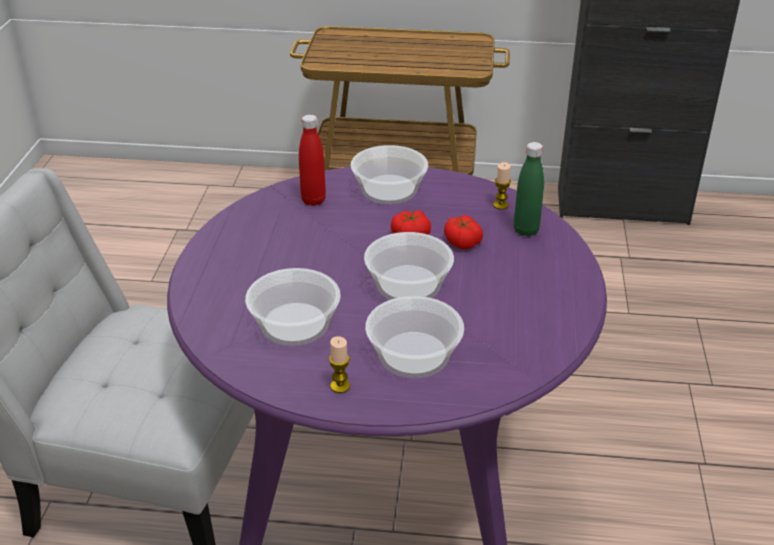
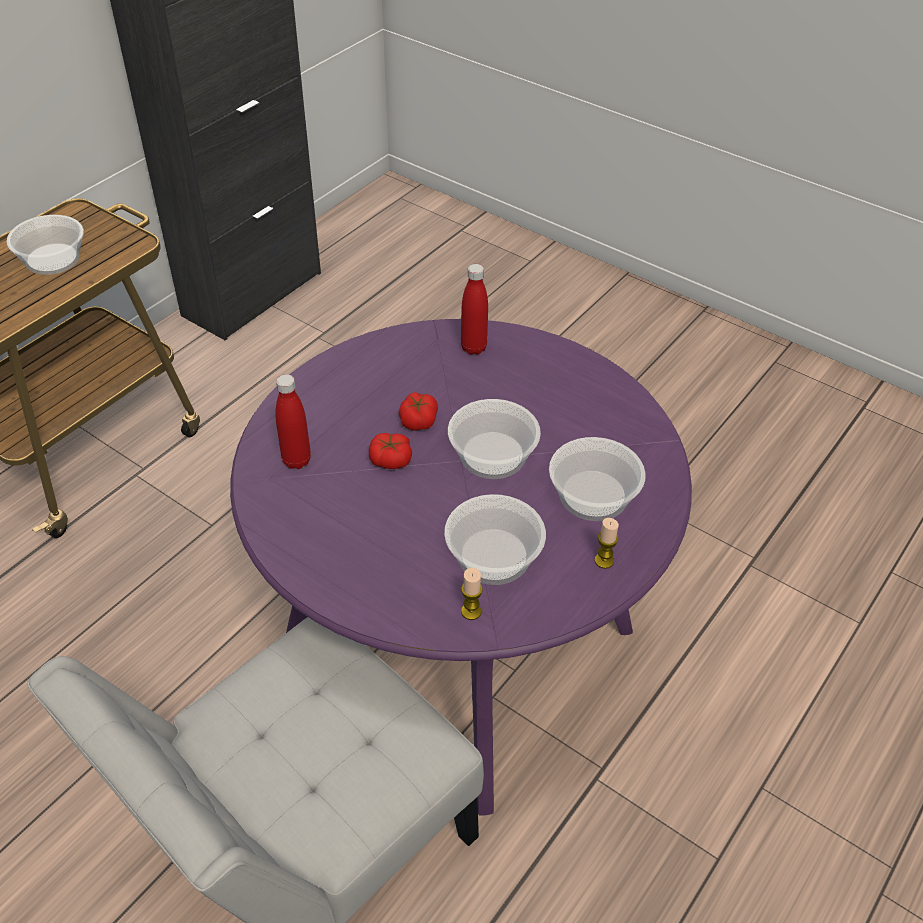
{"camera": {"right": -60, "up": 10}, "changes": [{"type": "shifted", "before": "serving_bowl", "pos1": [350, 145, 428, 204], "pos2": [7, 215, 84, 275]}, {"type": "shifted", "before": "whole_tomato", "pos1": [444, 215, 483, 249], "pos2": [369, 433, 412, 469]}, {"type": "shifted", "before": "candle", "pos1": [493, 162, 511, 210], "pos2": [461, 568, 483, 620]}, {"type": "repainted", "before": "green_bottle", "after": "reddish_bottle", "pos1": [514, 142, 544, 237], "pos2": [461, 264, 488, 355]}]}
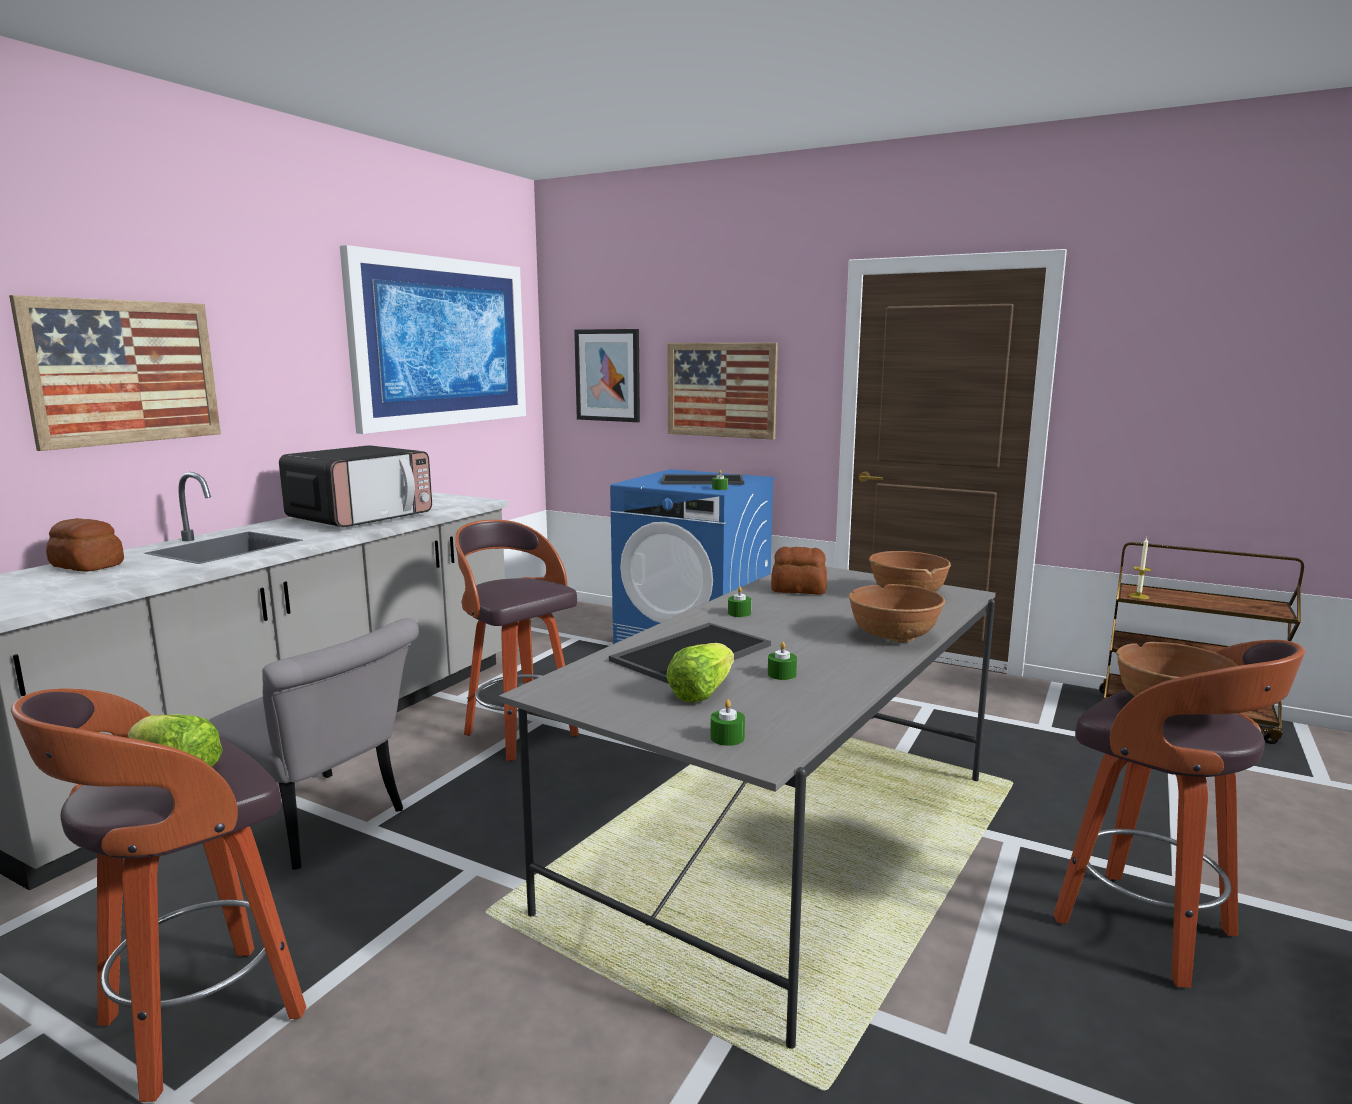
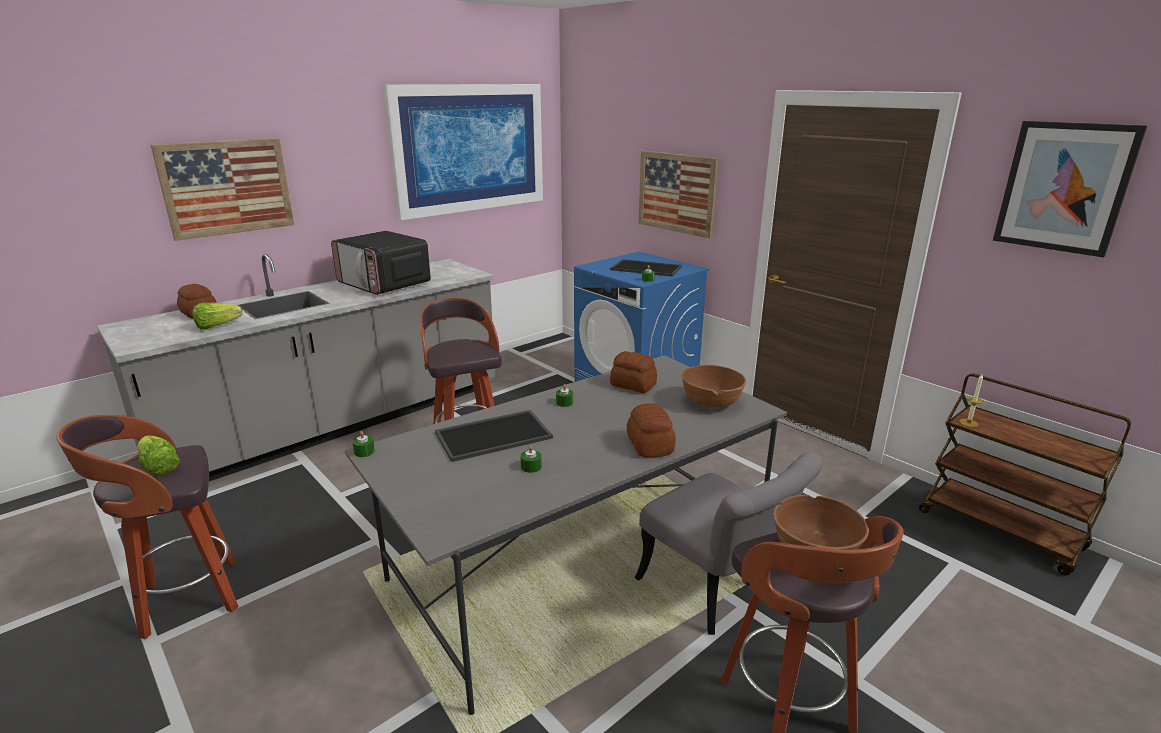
{"camera": {"right": 20, "up": 10}, "changes": [{"type": "shifted", "before": "grey_plain_chair", "pos1": [209, 618, 419, 870], "pos2": [635, 452, 822, 635]}, {"type": "rotated", "before": "kitchen_microwave", "pos1": [279, 445, 432, 527], "pos2": [331, 231, 431, 295], "turn": 75}, {"type": "shifted", "before": "wall_picture", "pos1": [574, 329, 640, 422], "pos2": [993, 121, 1148, 258]}, {"type": "shifted", "before": "head_of_lettuce", "pos1": [666, 643, 734, 703], "pos2": [192, 303, 242, 329]}, {"type": "shifted", "before": "green_candle", "pos1": [710, 700, 745, 746], "pos2": [352, 431, 375, 457]}, {"type": "swapped", "before": "brownish_serving_bowl", "after": "baked_bread", "pos1": [849, 584, 945, 643], "pos2": [627, 403, 676, 458]}]}
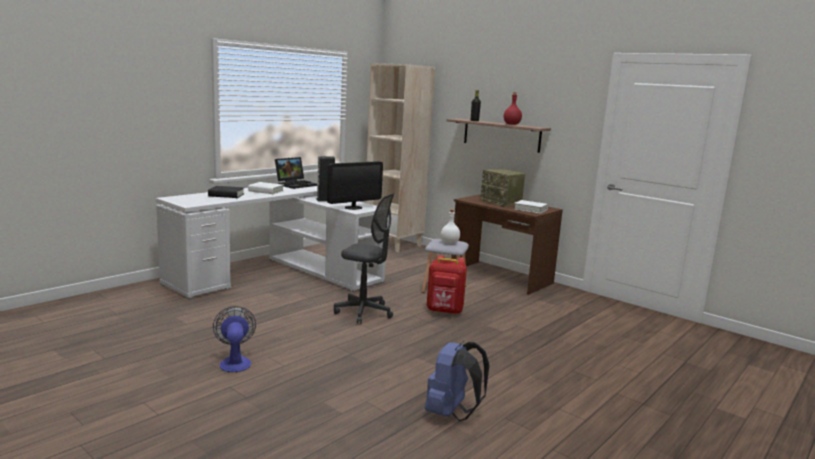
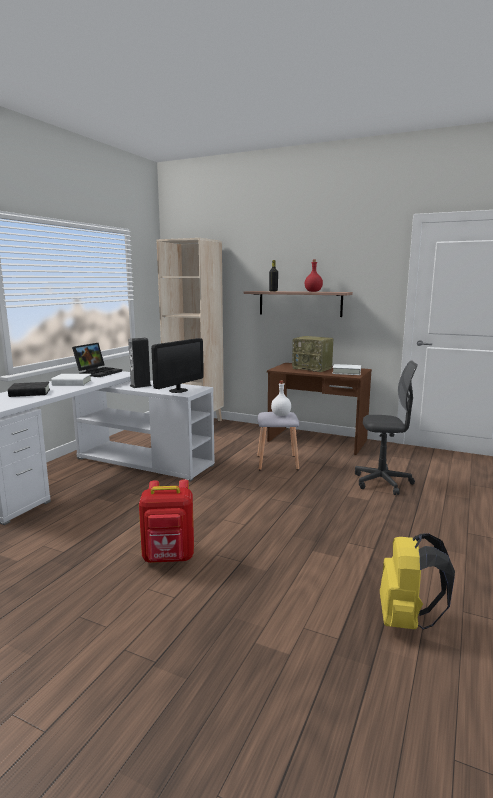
{"camera": {"right": -15, "up": 0}, "changes": [{"type": "gone", "before": "cooling_fan", "pos1": [213, 306, 256, 372]}, {"type": "shifted", "before": "grey_desk_chair", "pos1": [334, 193, 394, 324], "pos2": [355, 360, 418, 495]}, {"type": "repainted", "before": "blue-coloured_knapsack", "after": "yellow_knapsack", "pos1": [425, 341, 489, 421], "pos2": [380, 533, 455, 630]}, {"type": "shifted", "before": "reddish_knapsack", "pos1": [427, 255, 467, 314], "pos2": [139, 480, 194, 563]}]}
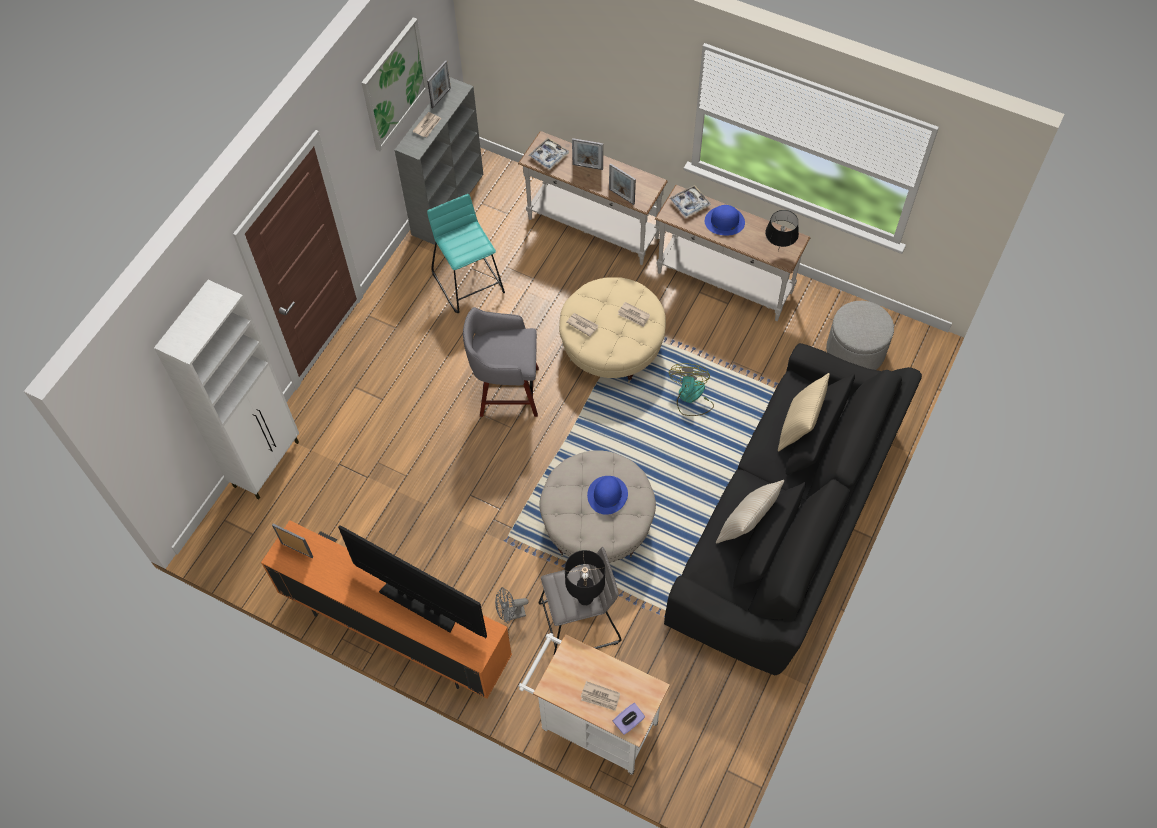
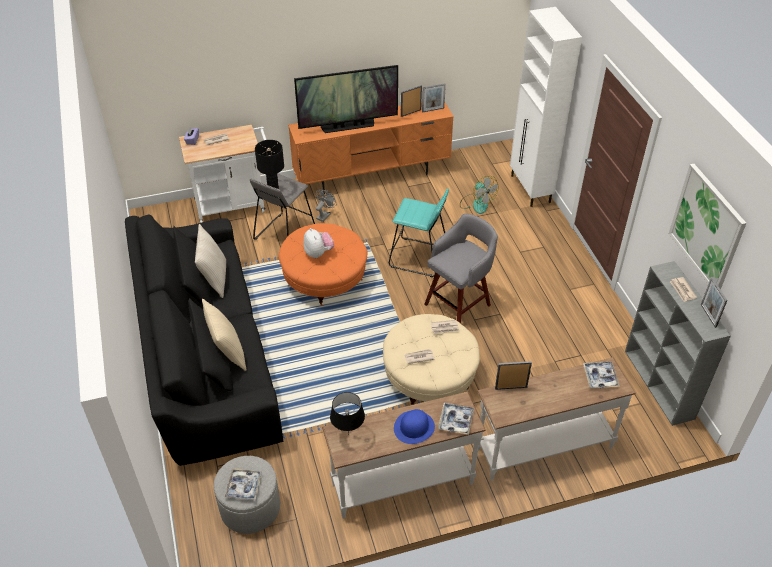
{"camera": {"right": 135, "up": -15}, "changes": [{"type": "shifted", "before": "turquoise-coloured_stool_seat", "pos1": [427, 194, 505, 313], "pos2": [389, 189, 449, 277]}, {"type": "repainted", "before": "sand-coloured_ottoman", "after": "orange-coloured_ottoman", "pos1": [540, 450, 656, 563], "pos2": [279, 223, 367, 306]}, {"type": "shifted", "before": "picture_frame", "pos1": [572, 138, 603, 170], "pos2": [401, 85, 422, 117]}, {"type": "swapped", "before": "blue-coloured_clothing_hat", "after": "plush_toy", "pos1": [587, 476, 628, 515], "pos2": [304, 228, 334, 258]}, {"type": "shifted", "before": "cooling_fan", "pos1": [669, 363, 714, 416], "pos2": [460, 176, 498, 214]}, {"type": "new", "after": "tray", "pos2": [225, 468, 262, 500]}]}
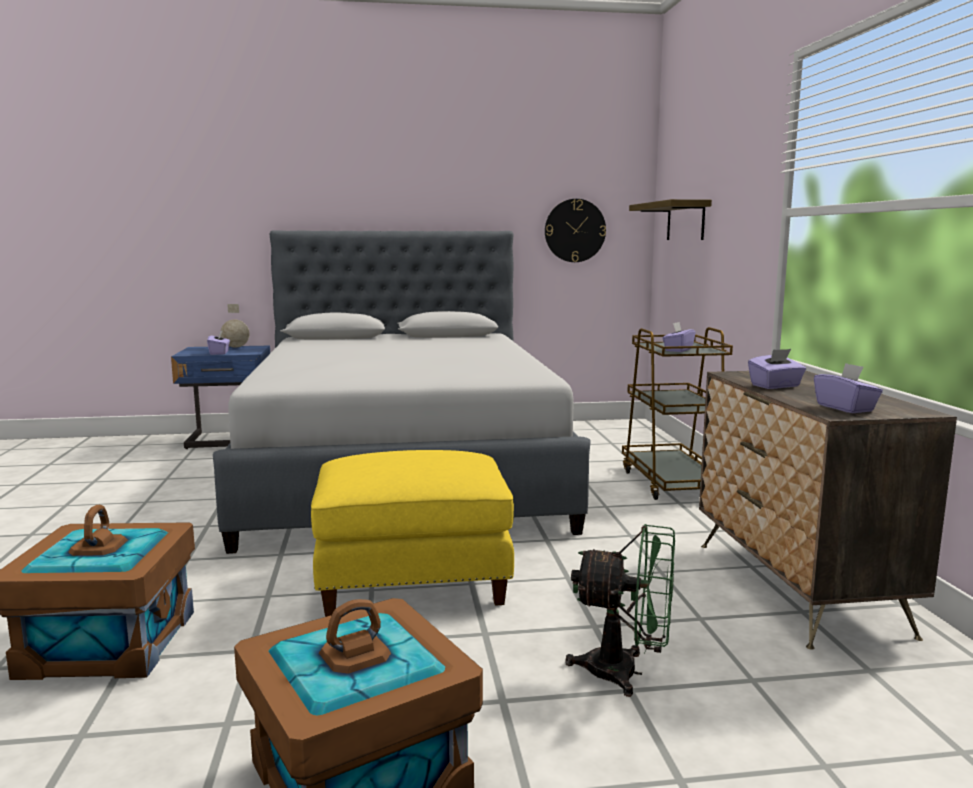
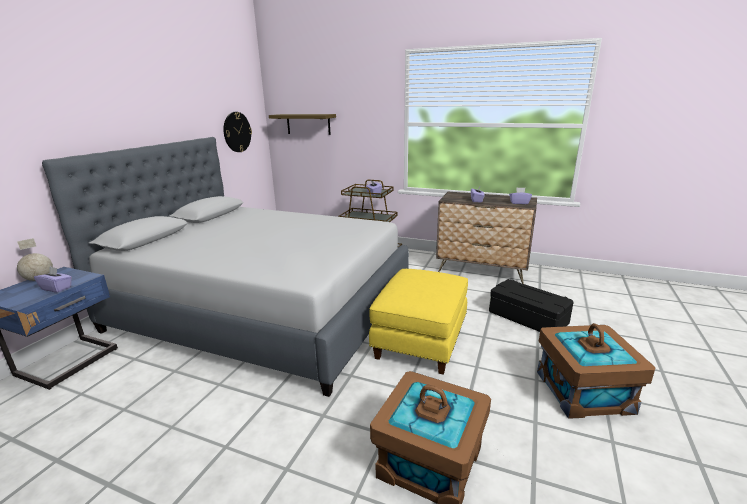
{"camera": {"right": -60, "up": 10}, "changes": [{"type": "swapped", "before": "green_cooling_fan", "after": "black-coloured_storage_bin", "pos1": [565, 524, 675, 697], "pos2": [489, 279, 574, 332]}]}
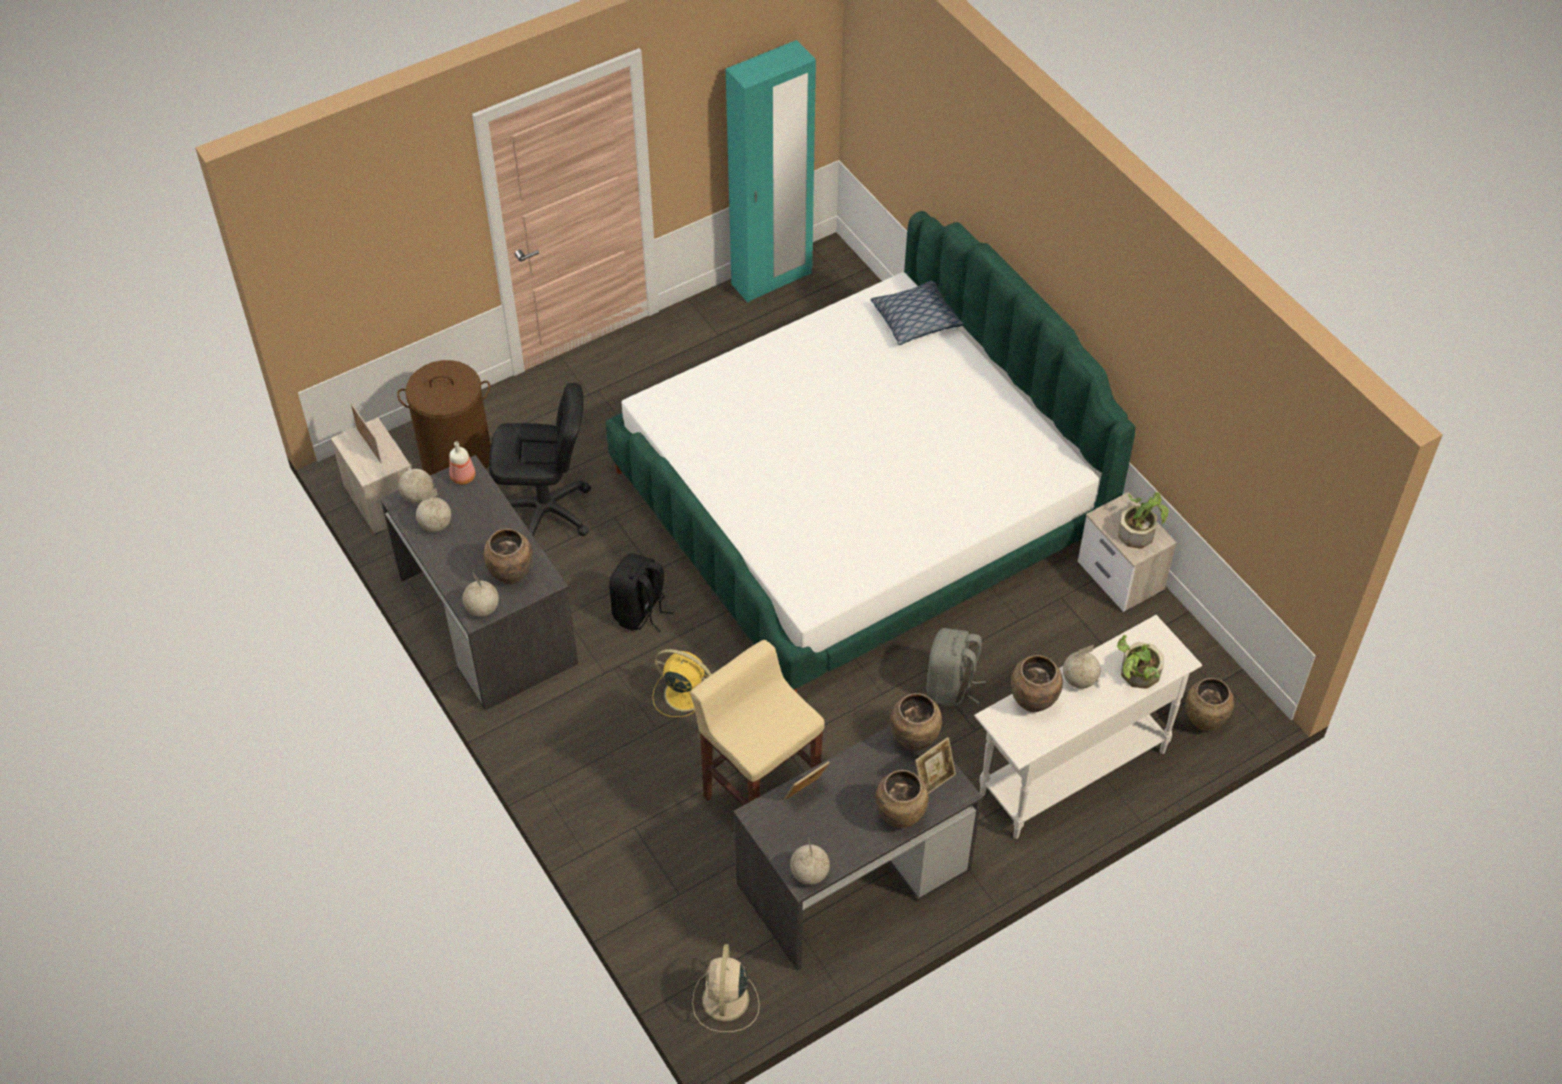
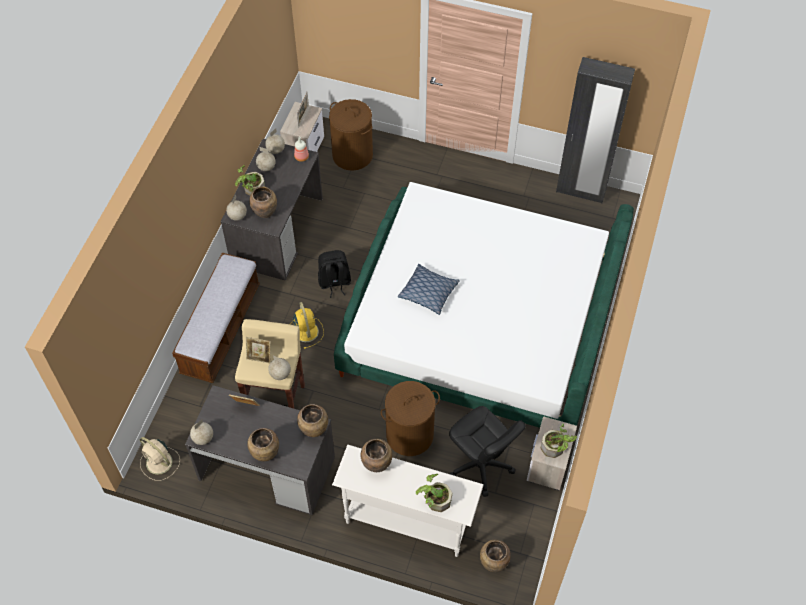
{"camera": {"right": 50, "up": 5}, "changes": [{"type": "shifted", "before": "black-coloured_desk_chair", "pos1": [489, 383, 591, 536], "pos2": [449, 406, 526, 497]}, {"type": "rotated", "before": "sand-coloured_cooling_fan", "pos1": [692, 944, 760, 1032], "pos2": [140, 437, 180, 481], "turn": -105}, {"type": "repainted", "before": "turquoise-coloured_armoire", "after": "black-coloured_armoire", "pos1": [726, 40, 816, 303], "pos2": [556, 57, 635, 203]}, {"type": "shifted", "before": "throw_pillow", "pos1": [870, 280, 964, 345], "pos2": [398, 264, 460, 315]}, {"type": "shifted", "before": "picture_frame", "pos1": [915, 737, 956, 794], "pos2": [246, 337, 271, 363]}, {"type": "swapped", "before": "grey_knapsack", "after": "brownish_hamper", "pos1": [926, 628, 986, 706], "pos2": [381, 381, 440, 456]}, {"type": "shifted", "before": "desk_globe", "pos1": [1063, 645, 1101, 689], "pos2": [268, 356, 291, 380]}, {"type": "new", "after": "indoor_bench", "pos2": [172, 253, 260, 383]}, {"type": "new", "after": "potted_plant", "pos2": [235, 165, 265, 195]}]}
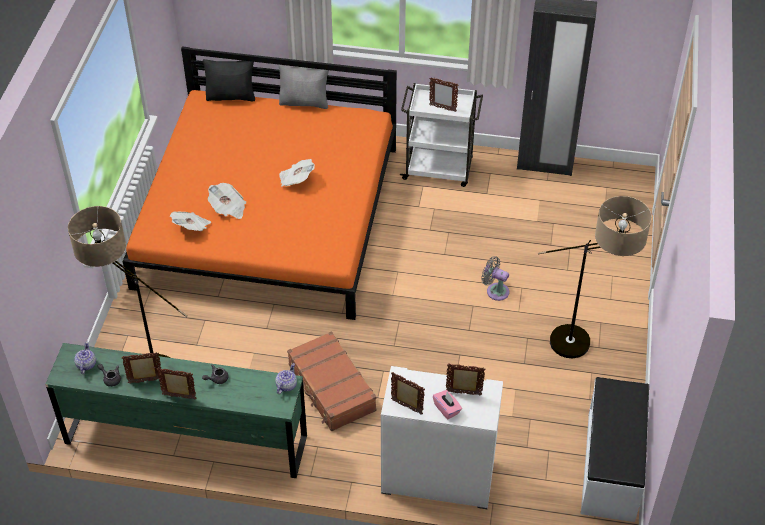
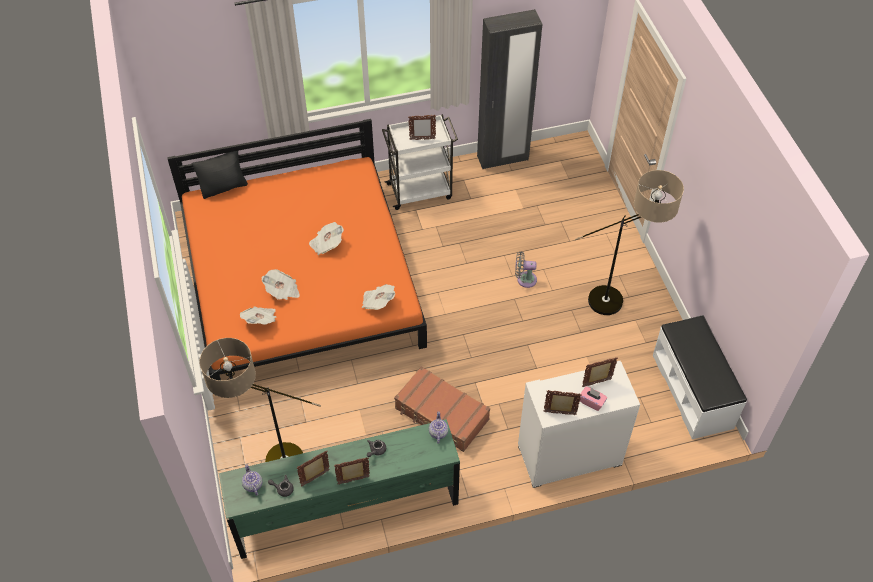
{"camera": {"right": -25, "up": 5}, "changes": [{"type": "gone", "before": "grey_throw_pillow", "pos1": [279, 65, 329, 109]}, {"type": "new", "after": "daily_paper", "pos2": [362, 284, 395, 310]}]}
